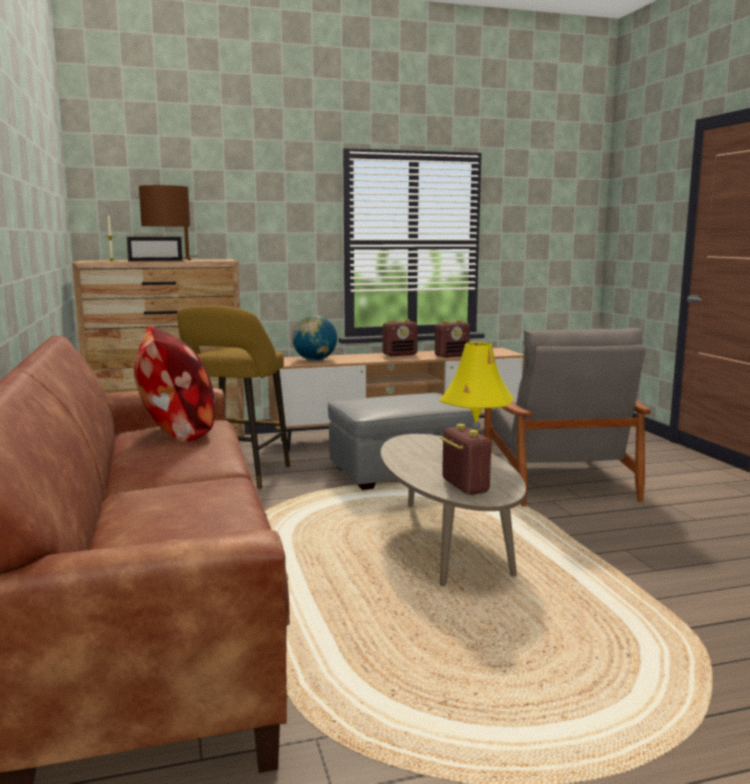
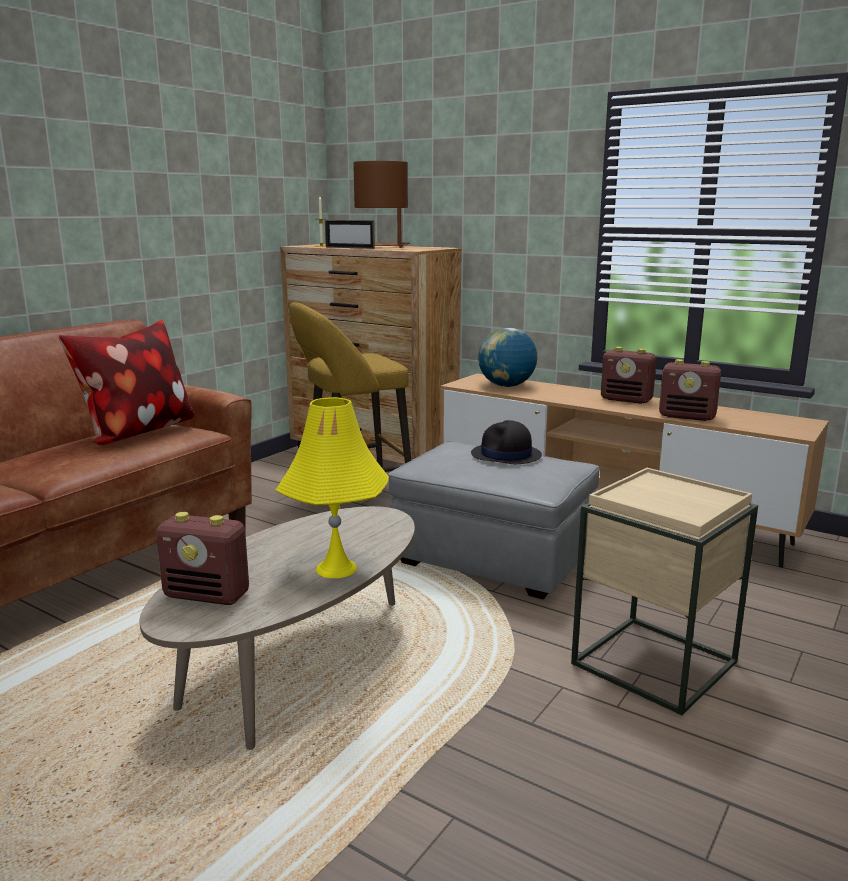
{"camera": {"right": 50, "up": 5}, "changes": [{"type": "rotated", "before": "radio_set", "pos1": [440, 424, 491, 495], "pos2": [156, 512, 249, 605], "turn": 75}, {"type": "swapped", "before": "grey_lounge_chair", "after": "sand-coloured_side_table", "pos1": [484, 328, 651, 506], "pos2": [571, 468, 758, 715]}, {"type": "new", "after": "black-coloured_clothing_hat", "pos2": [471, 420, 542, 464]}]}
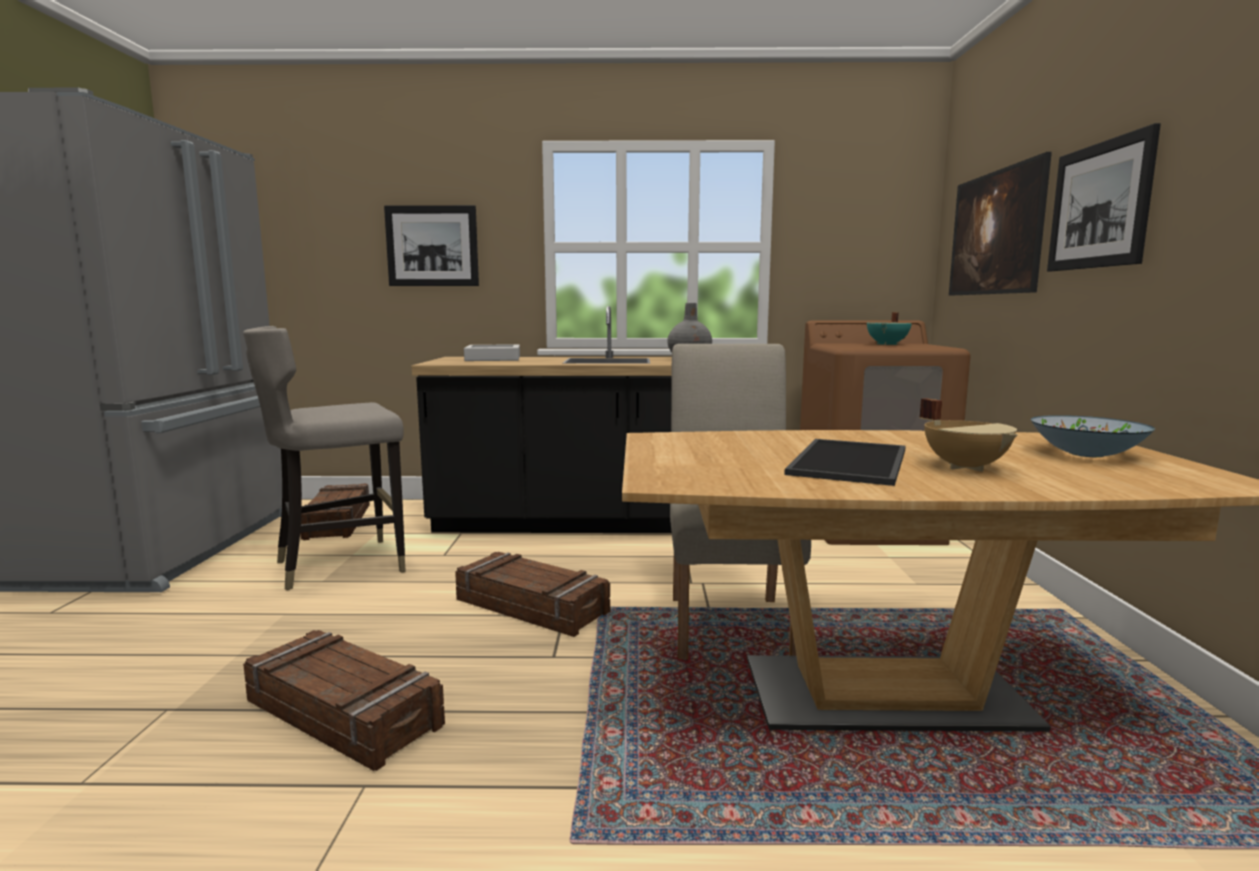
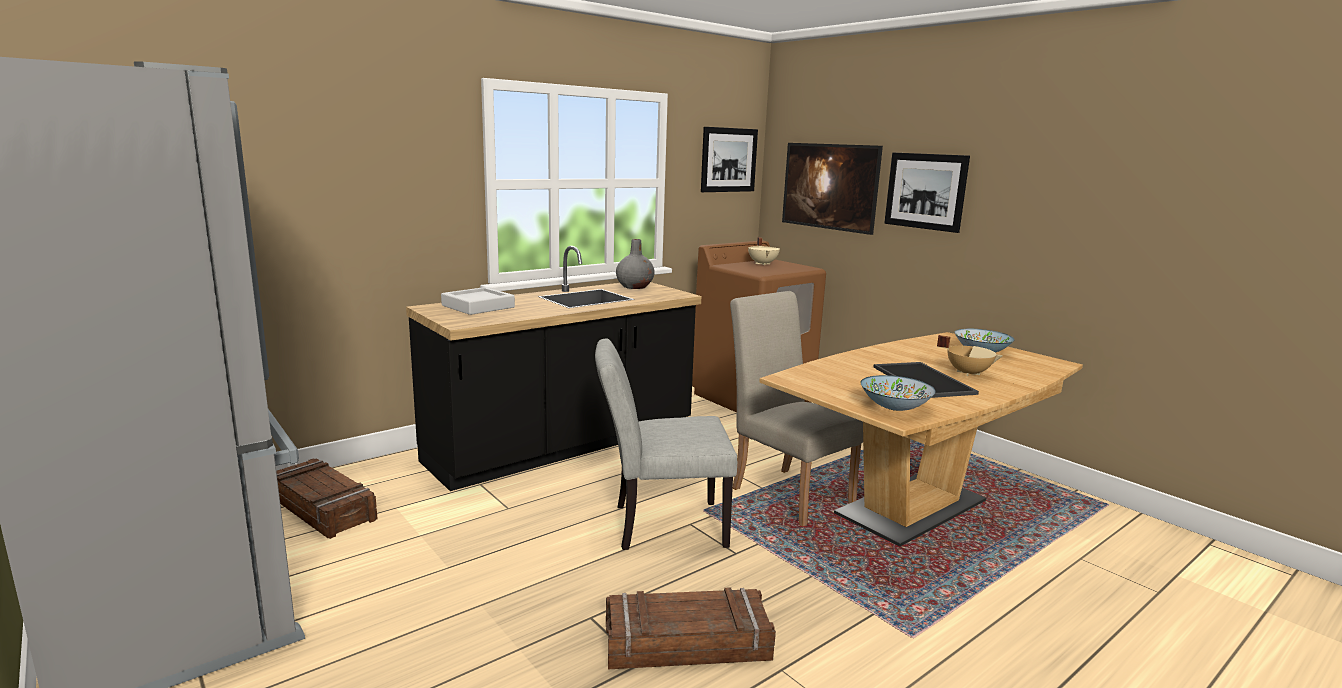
{"camera": {"right": -40, "up": 5}, "changes": [{"type": "gone", "before": "grey_stool_seat", "pos1": [243, 326, 406, 590]}, {"type": "shifted", "before": "wall_picture", "pos1": [384, 205, 479, 286], "pos2": [701, 127, 758, 192]}, {"type": "swapped", "before": "shipping_crate", "after": "grey_plain_chair", "pos1": [455, 552, 610, 637], "pos2": [595, 339, 737, 550]}, {"type": "repainted", "before": "turquoise-coloured_stockpot", "after": "sand-coloured_stockpot", "pos1": [867, 312, 912, 345], "pos2": [748, 237, 780, 265]}, {"type": "new", "after": "serving_bowl", "pos2": [860, 375, 936, 411]}]}
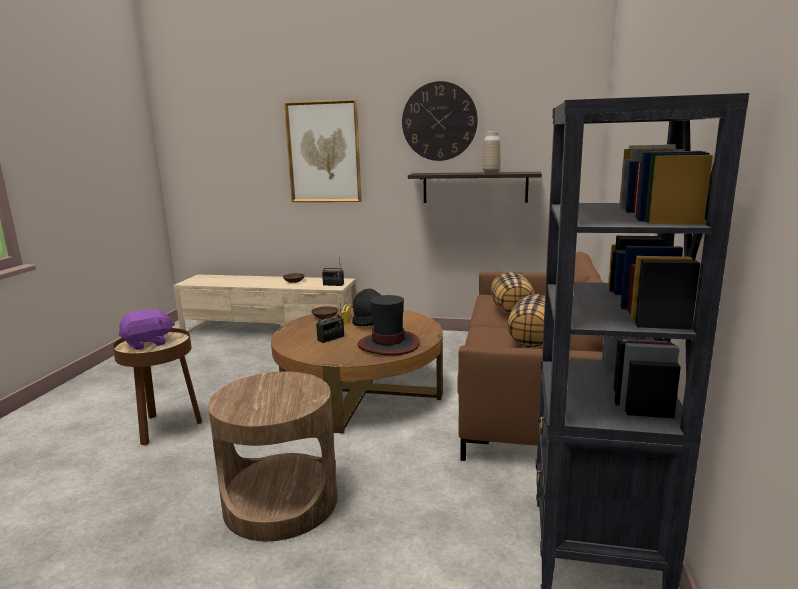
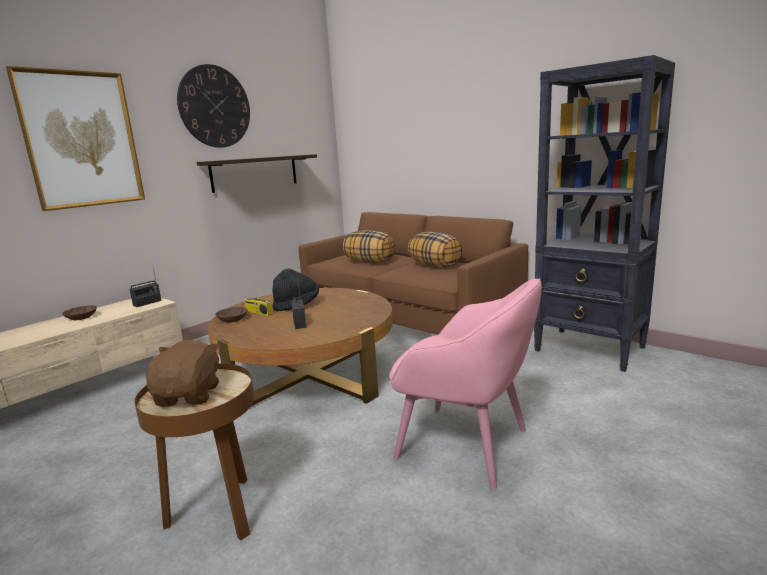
{"camera": {"right": -60, "up": 0}, "changes": [{"type": "repainted", "before": "purple_plush_toy", "after": "brownish_plush_toy", "pos1": [119, 309, 175, 350], "pos2": [146, 340, 220, 407]}, {"type": "swapped", "before": "brownish_side_table", "after": "pink-coloured_lounge_chair", "pos1": [208, 372, 337, 541], "pos2": [389, 279, 542, 490]}, {"type": "gone", "before": "clothing_hat", "pos1": [358, 295, 420, 356]}, {"type": "gone", "before": "vase", "pos1": [483, 131, 501, 173]}]}
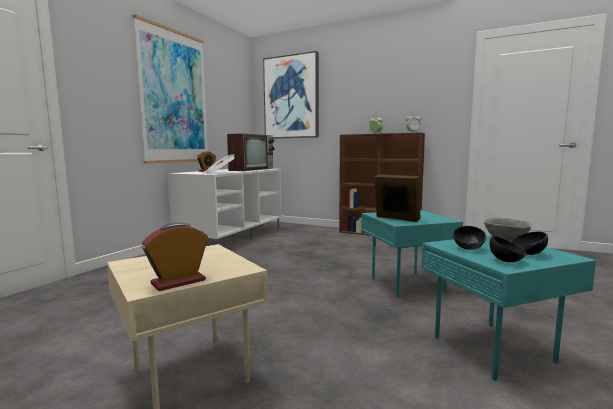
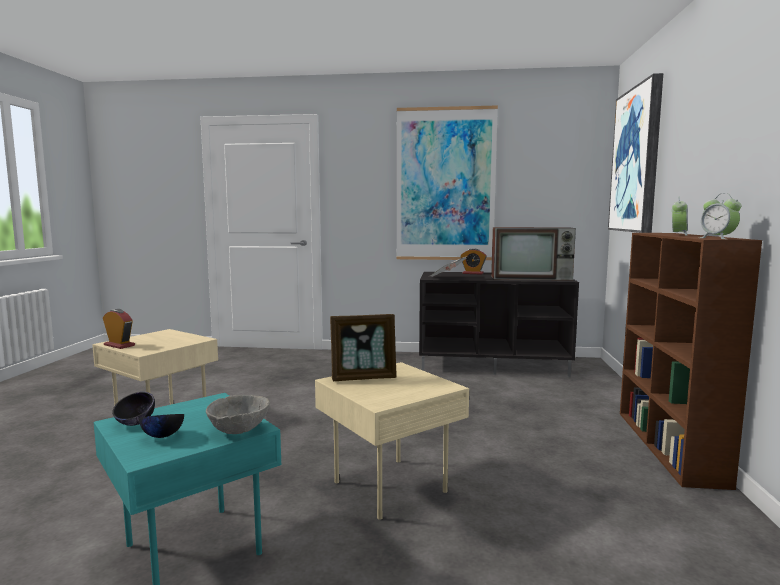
{"camera": {"right": 70, "up": 0}, "changes": [{"type": "repainted", "before": "whitish_tv_unit", "after": "black-coloured_tv_unit", "pos1": [167, 169, 281, 244], "pos2": [419, 272, 579, 377]}, {"type": "repainted", "before": "turquoise-coloured_side_table", "after": "sand-coloured_side_table", "pos1": [361, 210, 463, 298], "pos2": [315, 362, 469, 520]}, {"type": "rotated", "before": "picture_frame", "pos1": [374, 174, 421, 222], "pos2": [330, 314, 397, 381], "turn": 60}, {"type": "gone", "before": "black-coloured_serving_bowl", "pos1": [453, 226, 486, 250]}]}
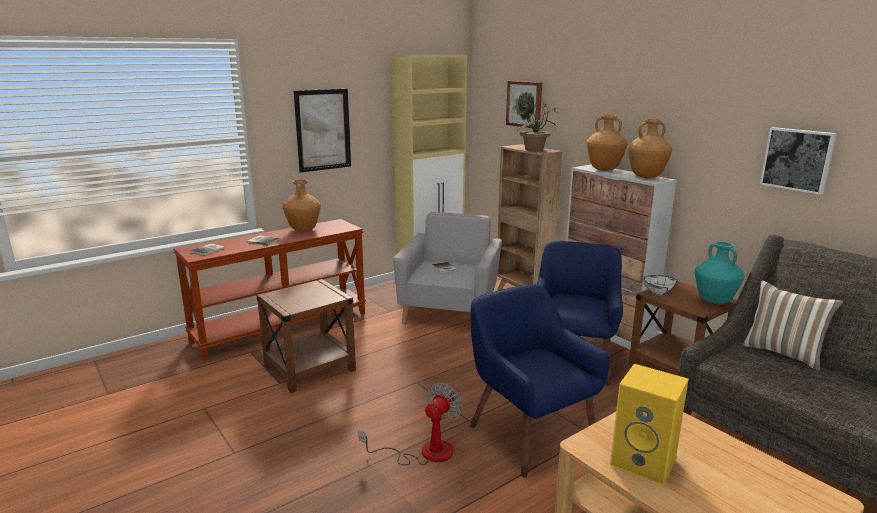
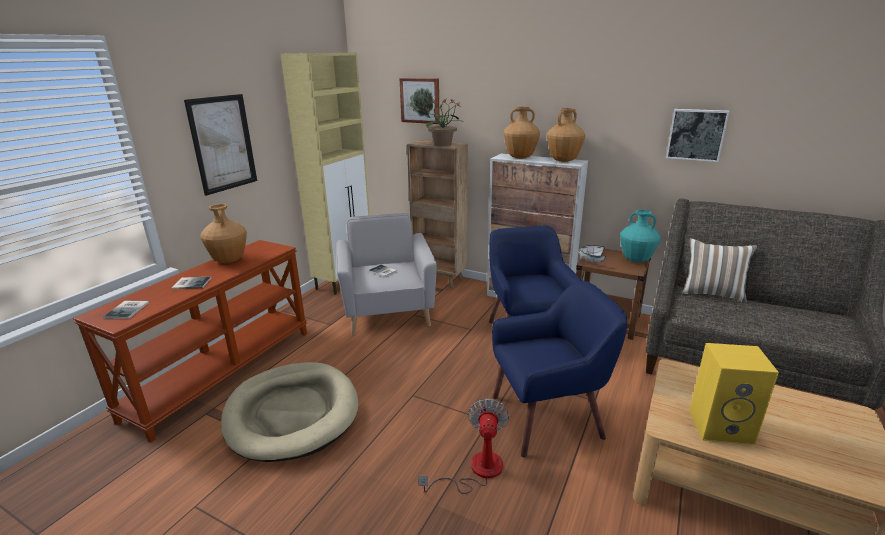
{"camera": {"right": -25, "up": 5}, "changes": [{"type": "swapped", "before": "brownish_side_table", "after": "sand-coloured_dog_bed", "pos1": [256, 279, 356, 393], "pos2": [221, 362, 358, 462]}, {"type": "rotated", "before": "blue-coloured_lounge_chair", "pos1": [470, 284, 610, 478], "pos2": [492, 281, 627, 457], "turn": 135}]}
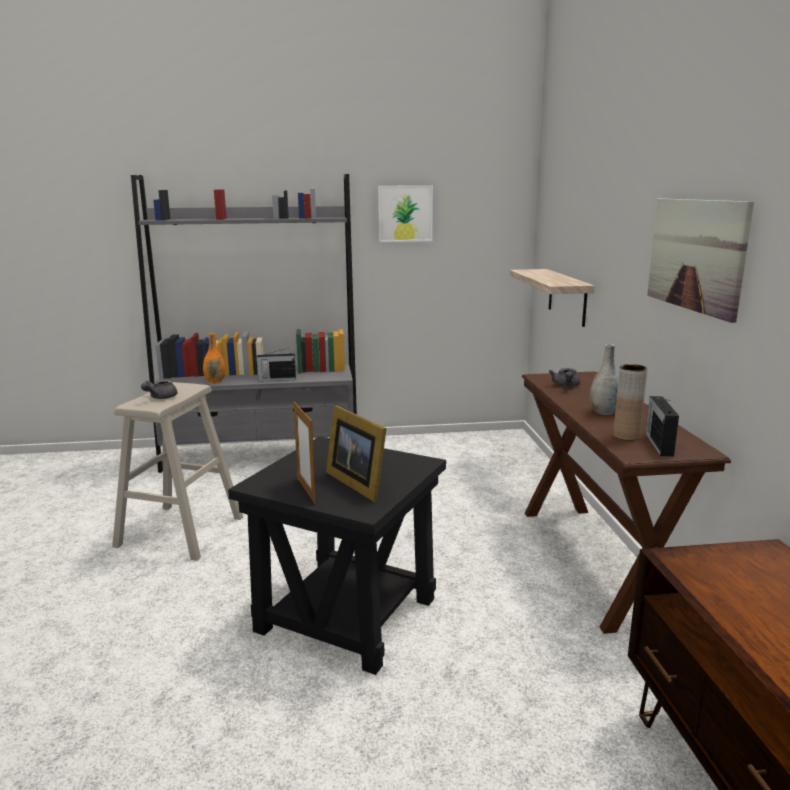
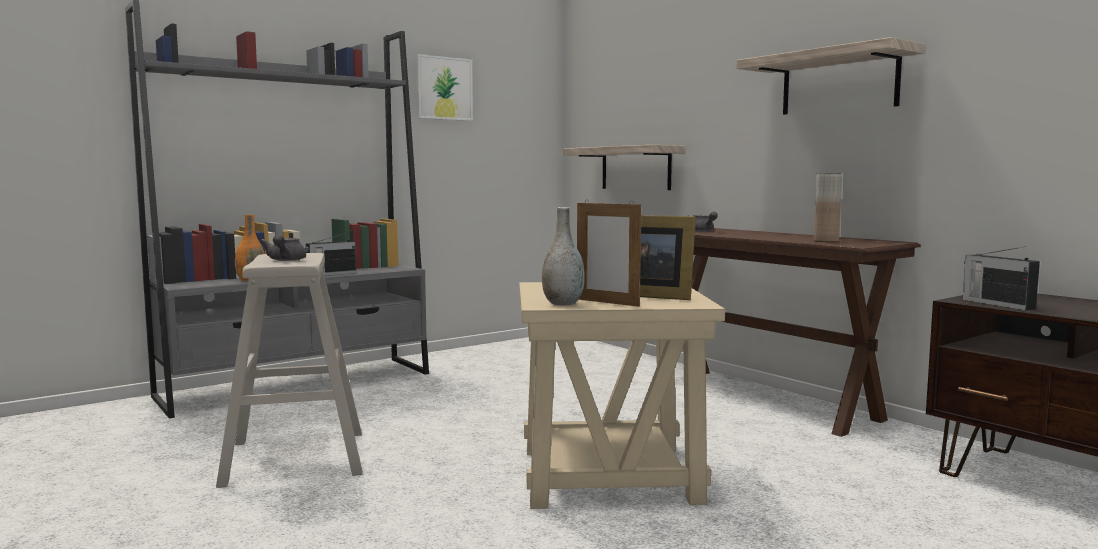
{"camera": {"right": -30, "up": -10}, "changes": [{"type": "repainted", "before": "black-coloured_side_table", "after": "sand-coloured_side_table", "pos1": [228, 436, 446, 675], "pos2": [519, 282, 725, 509]}, {"type": "shifted", "before": "grey_vase", "pos1": [590, 344, 619, 415], "pos2": [542, 207, 585, 306]}, {"type": "shifted", "before": "radio_set", "pos1": [645, 396, 679, 456], "pos2": [963, 246, 1040, 310]}, {"type": "swapped", "before": "wall_picture", "after": "wall_shelf", "pos1": [647, 198, 754, 323], "pos2": [736, 37, 924, 115]}]}
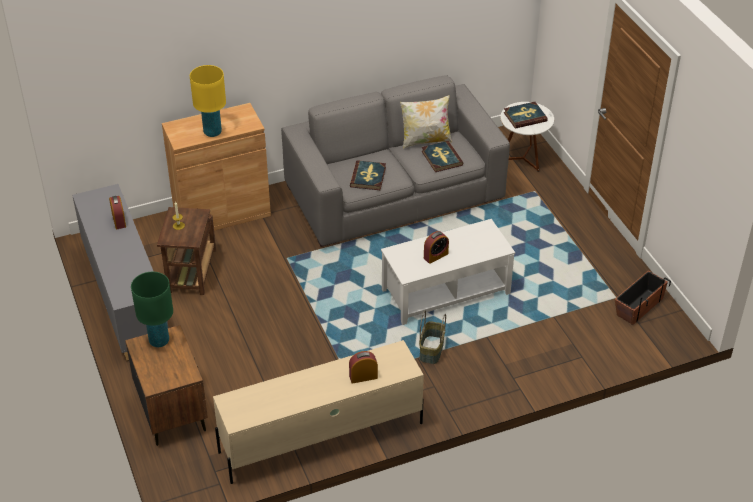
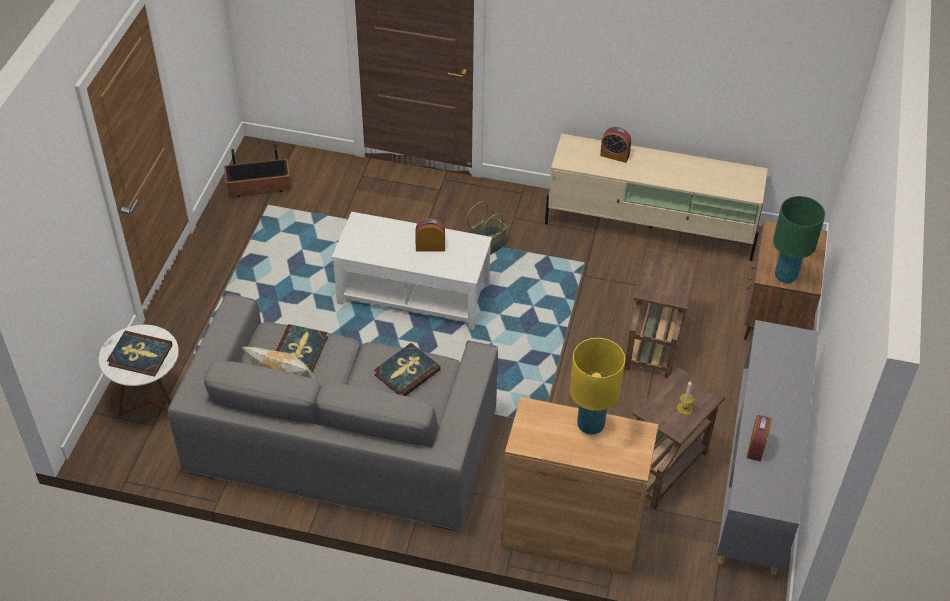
{"camera": {"right": -145, "up": 5}, "changes": [{"type": "new", "after": "brownish_side_table", "pos2": [624, 248, 699, 378]}]}
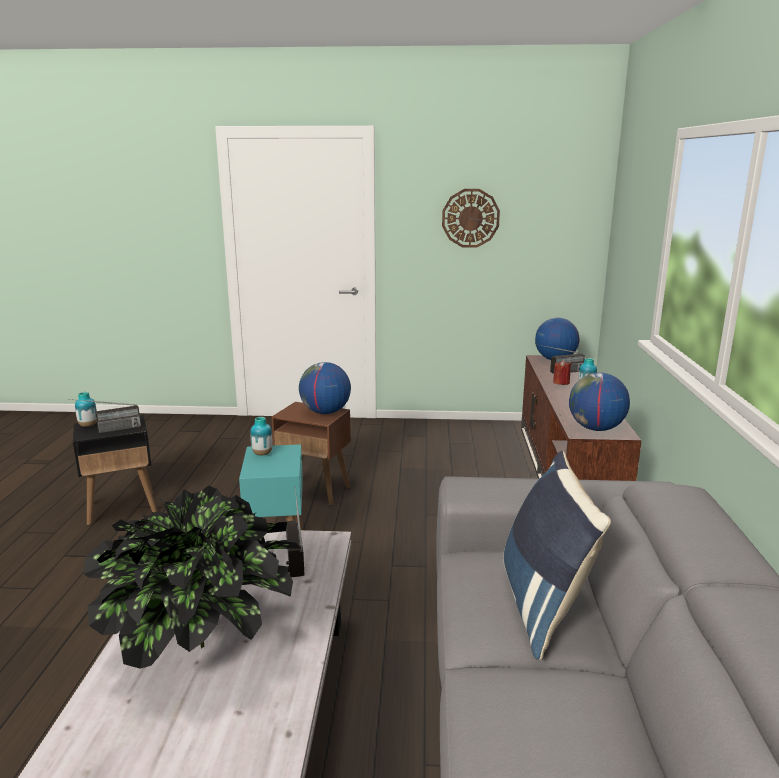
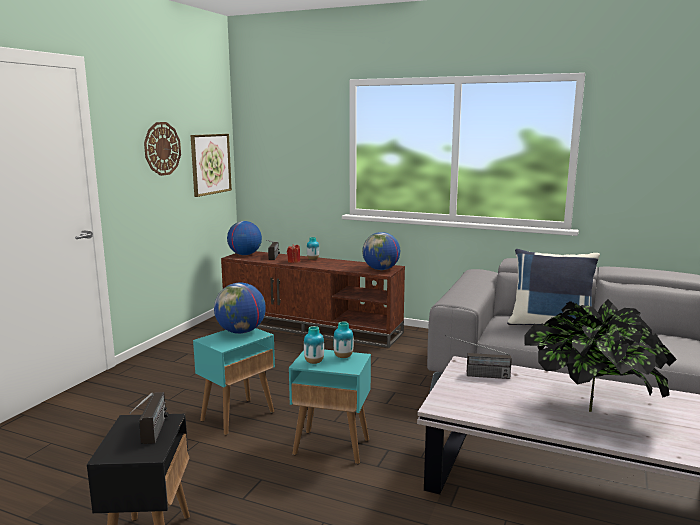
{"camera": {"right": -70, "up": -5}, "changes": [{"type": "shifted", "before": "vase", "pos1": [75, 392, 97, 427], "pos2": [333, 321, 353, 358]}, {"type": "repainted", "before": "brownish_side_table", "after": "turquoise-coloured_side_table", "pos1": [271, 402, 351, 506], "pos2": [193, 328, 275, 435]}, {"type": "new", "after": "wall_picture", "pos2": [191, 134, 232, 197]}]}
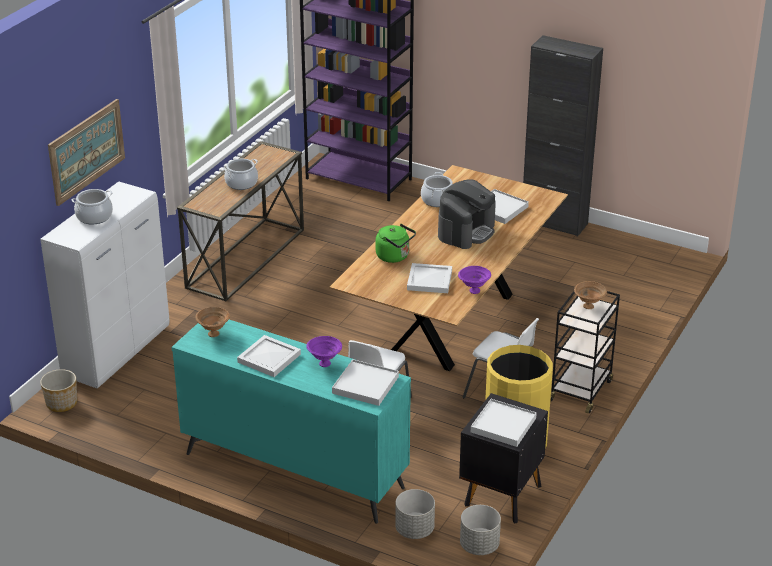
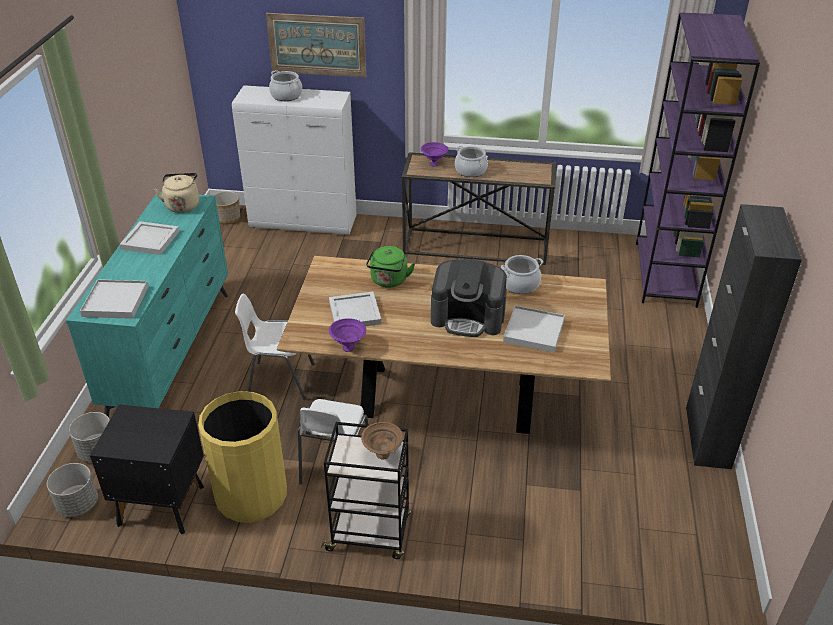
{"camera": {"right": 70, "up": 5}, "changes": [{"type": "swapped", "before": "brownish_serving_bowl", "after": "sand-coloured_kettle", "pos1": [196, 307, 230, 337], "pos2": [154, 173, 199, 213]}, {"type": "shifted", "before": "purple_serving_bowl", "pos1": [306, 336, 342, 367], "pos2": [421, 142, 448, 167]}, {"type": "gone", "before": "whitish_tray", "pos1": [471, 399, 537, 447]}]}
